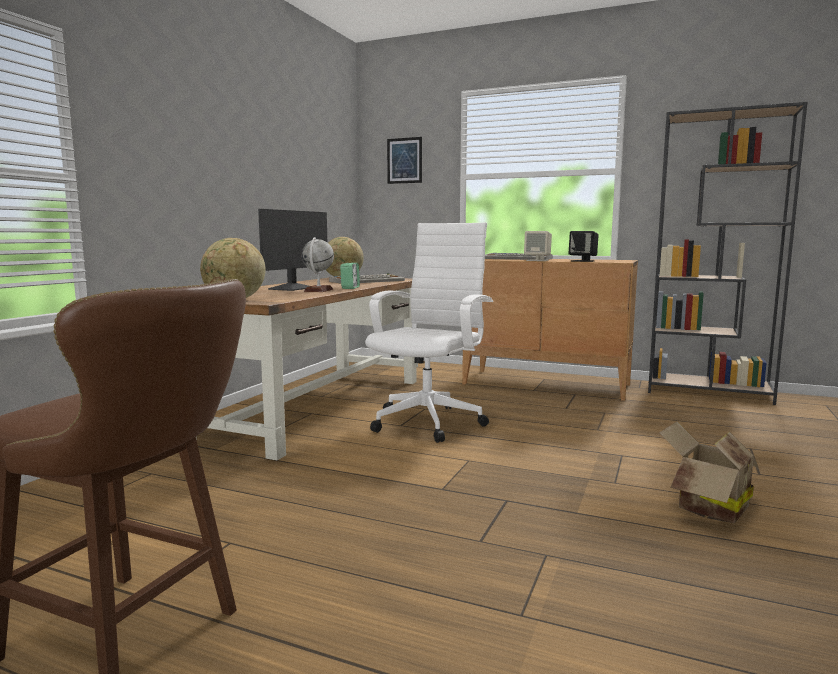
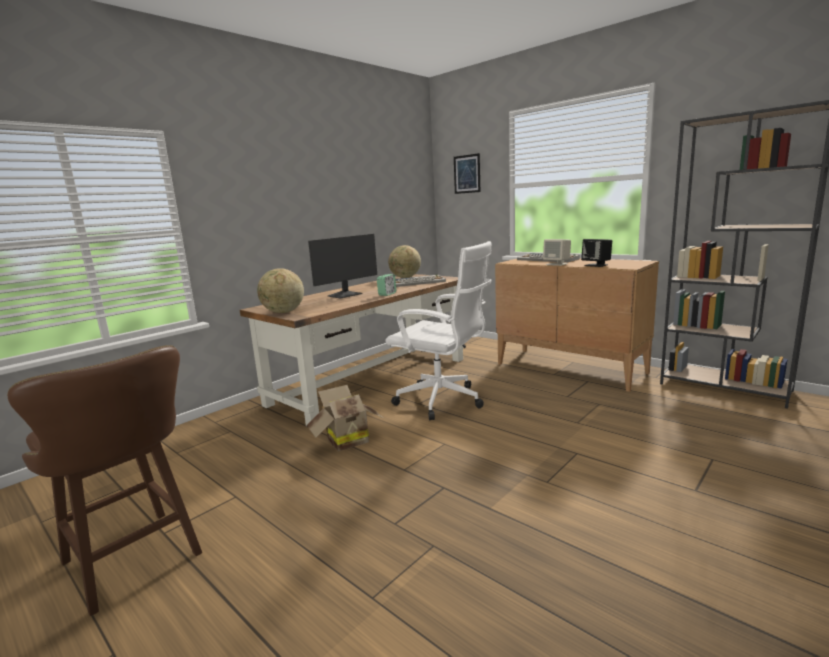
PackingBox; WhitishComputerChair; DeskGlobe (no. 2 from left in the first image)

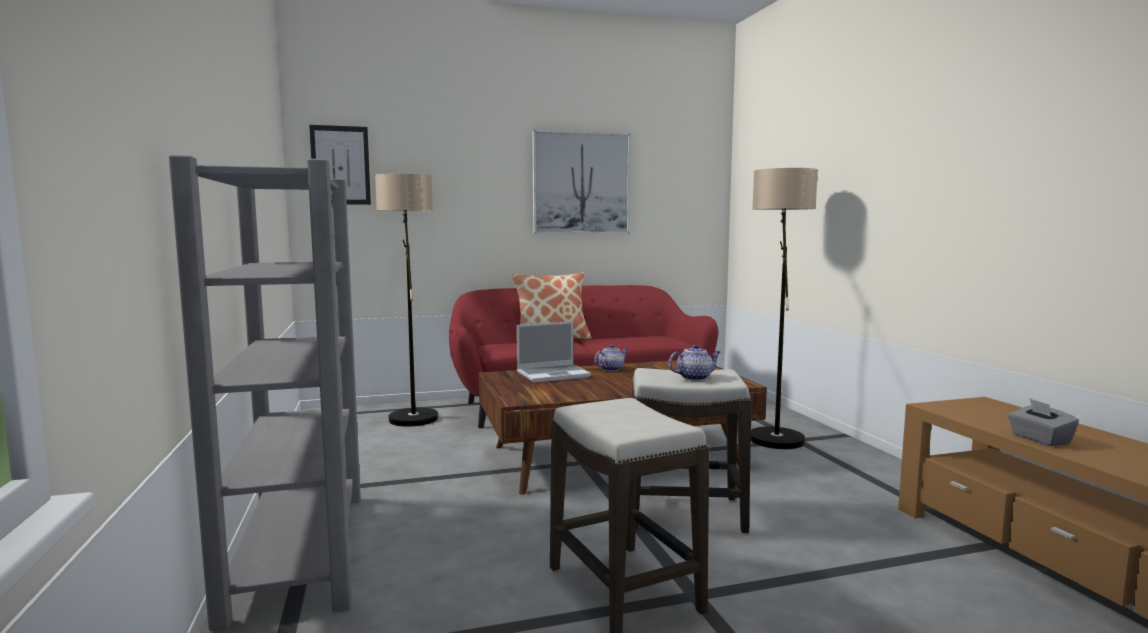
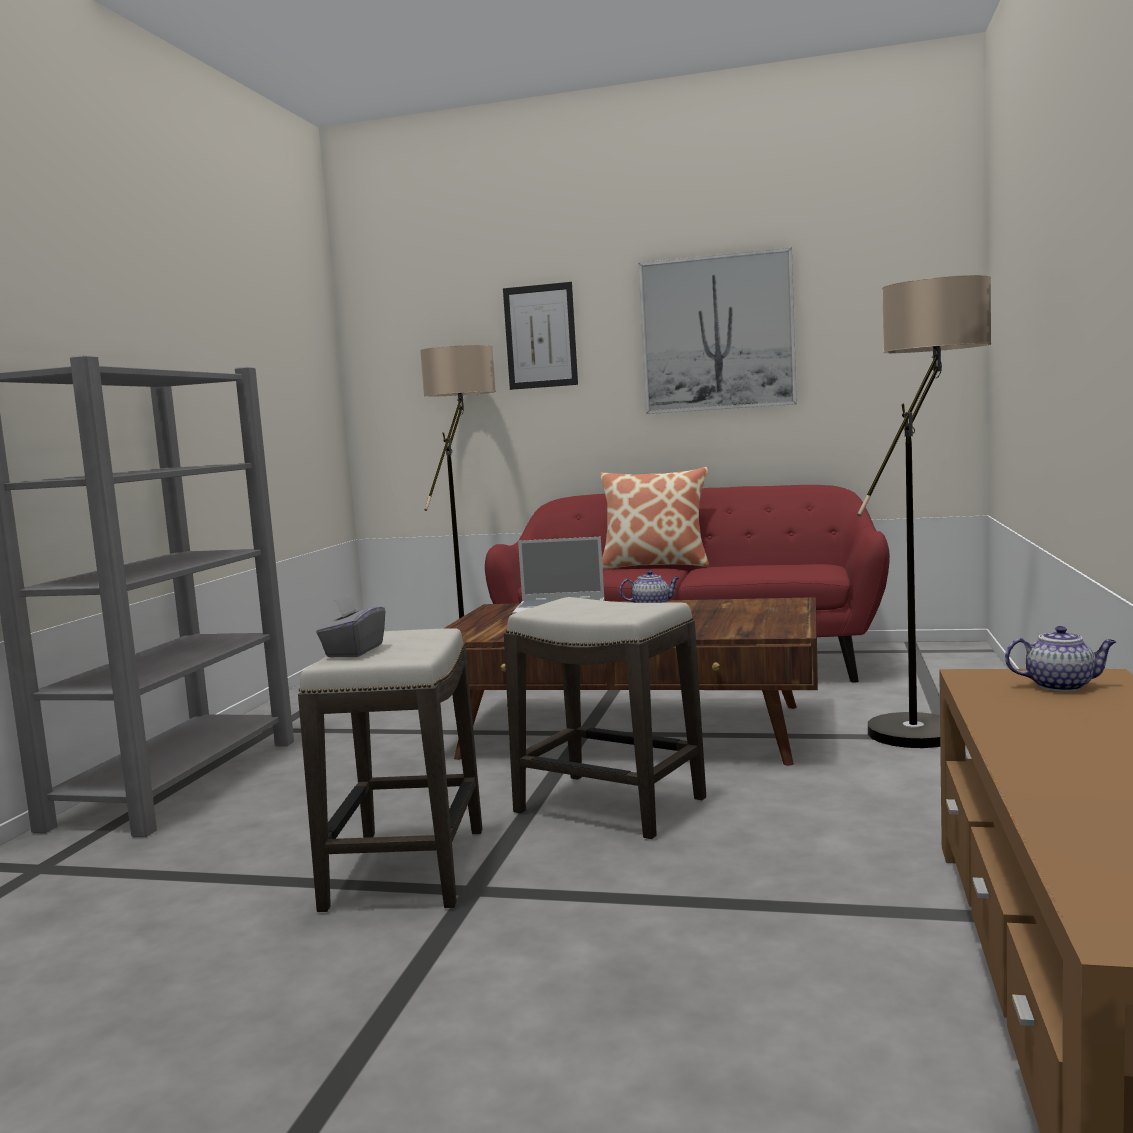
GreyTissueHolder; WallPicture (no. 1 from left); PotForTea (no. 2 from left)

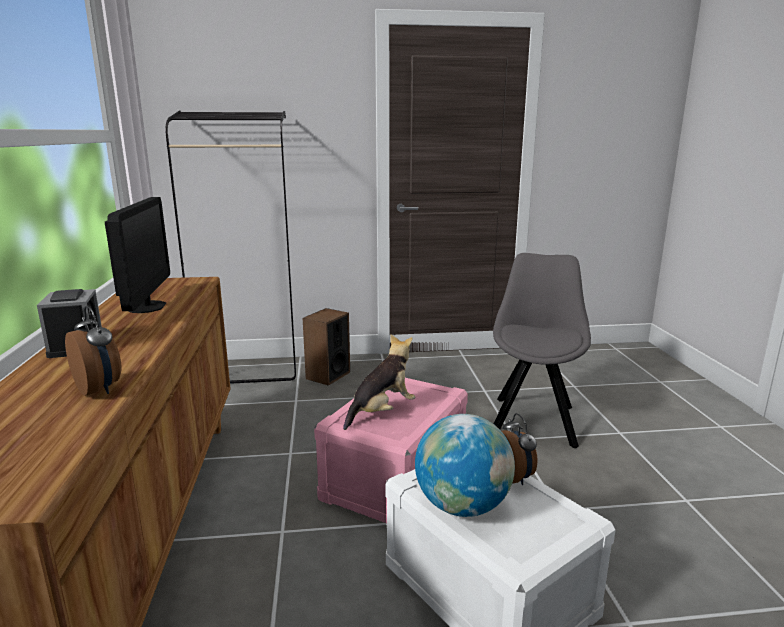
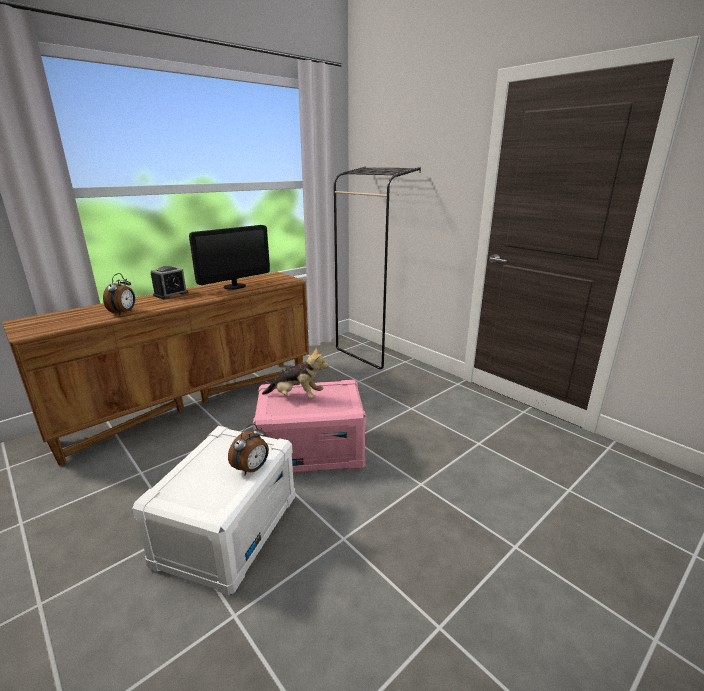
Speaker; DeskGlobe; GreyChair

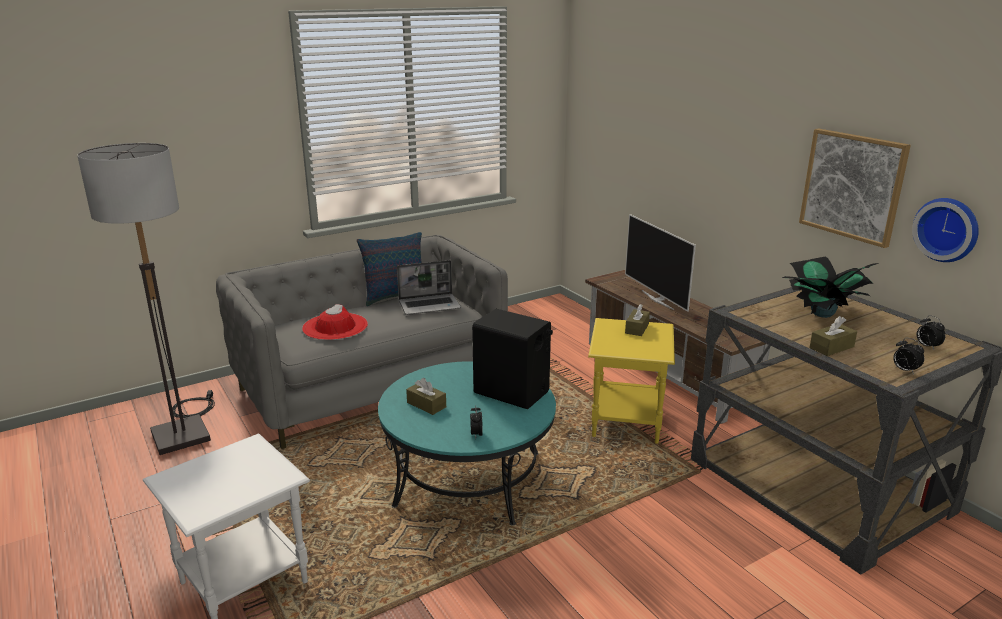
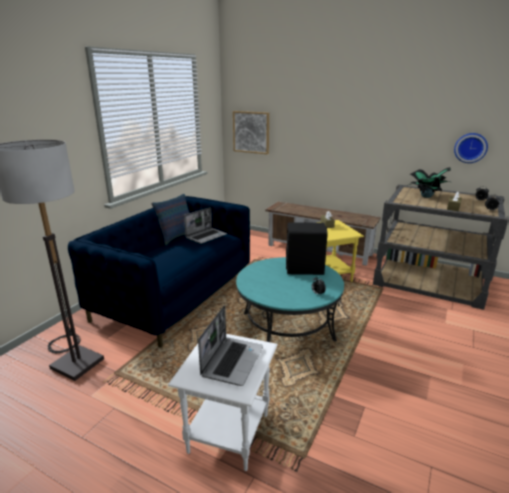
BlueCouch; Laptop (no. 2 from left); WallPicture; ReddishWearableHat; BrownColouredTissueHolder (no. 1 from left in the first image); TvSet

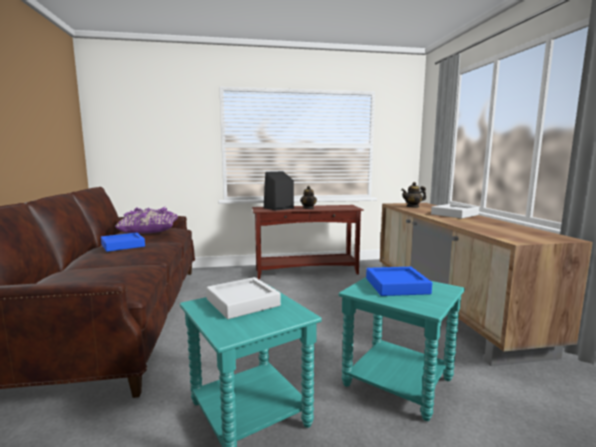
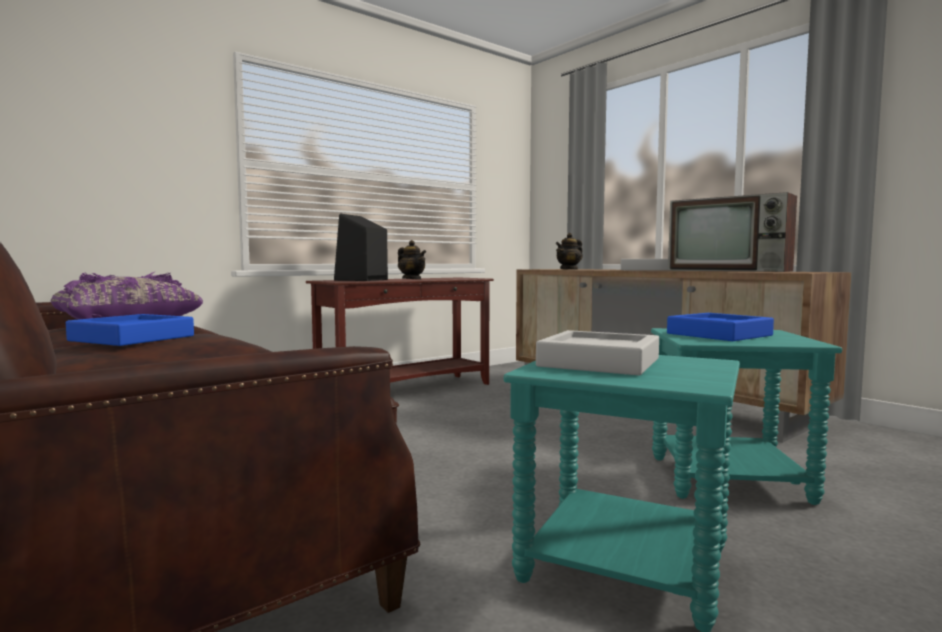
TvSet

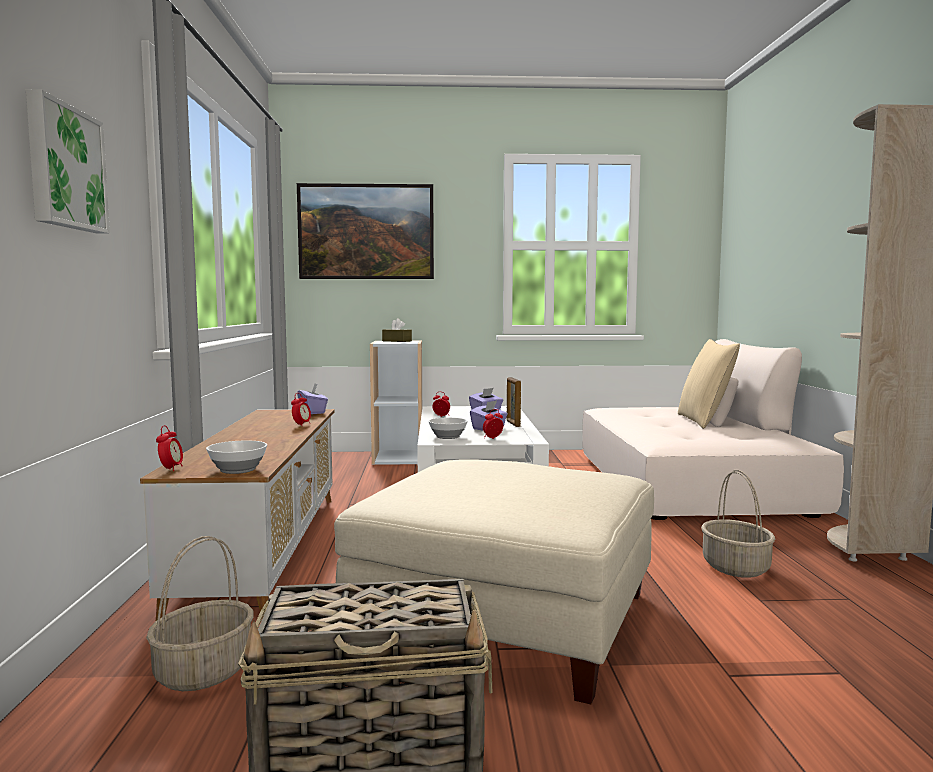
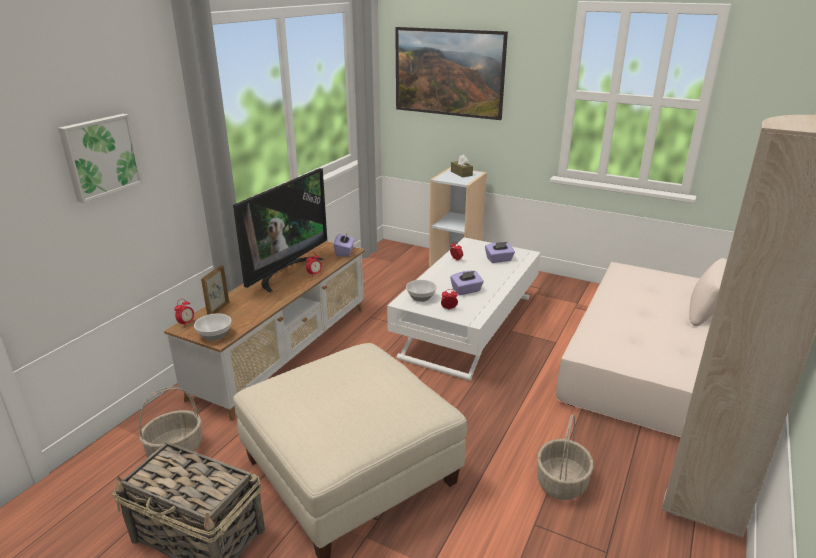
PhotoFrame; TvSet; BeigeCushion

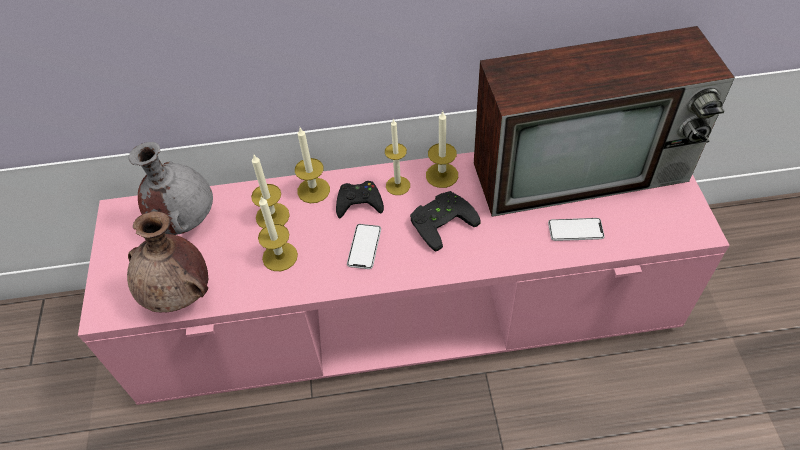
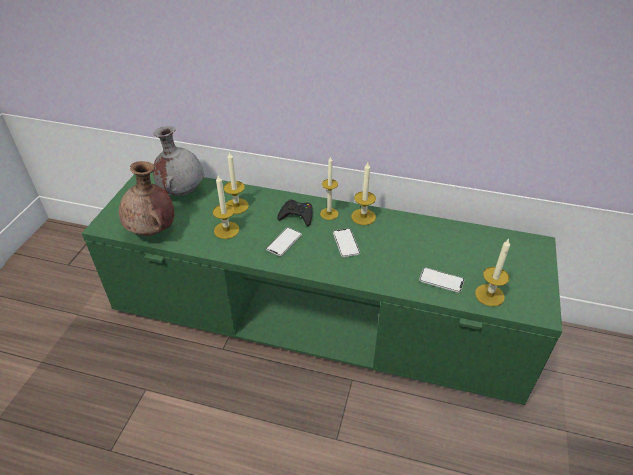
GreenColouredTvStand; Handset (no. 2 from left); Candle (no. 5 from left); TvSet

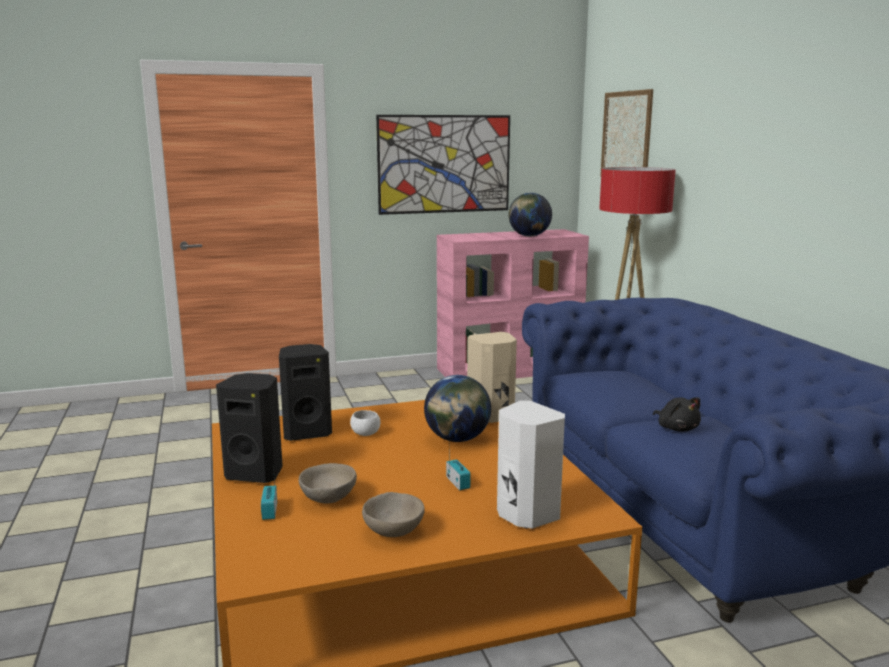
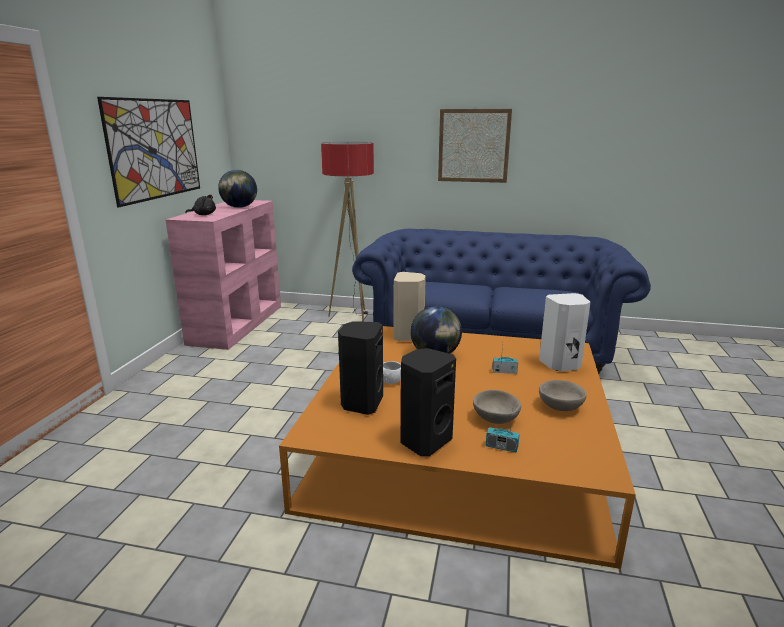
BlackSoftToy; WallPicture (no. 2 from left)

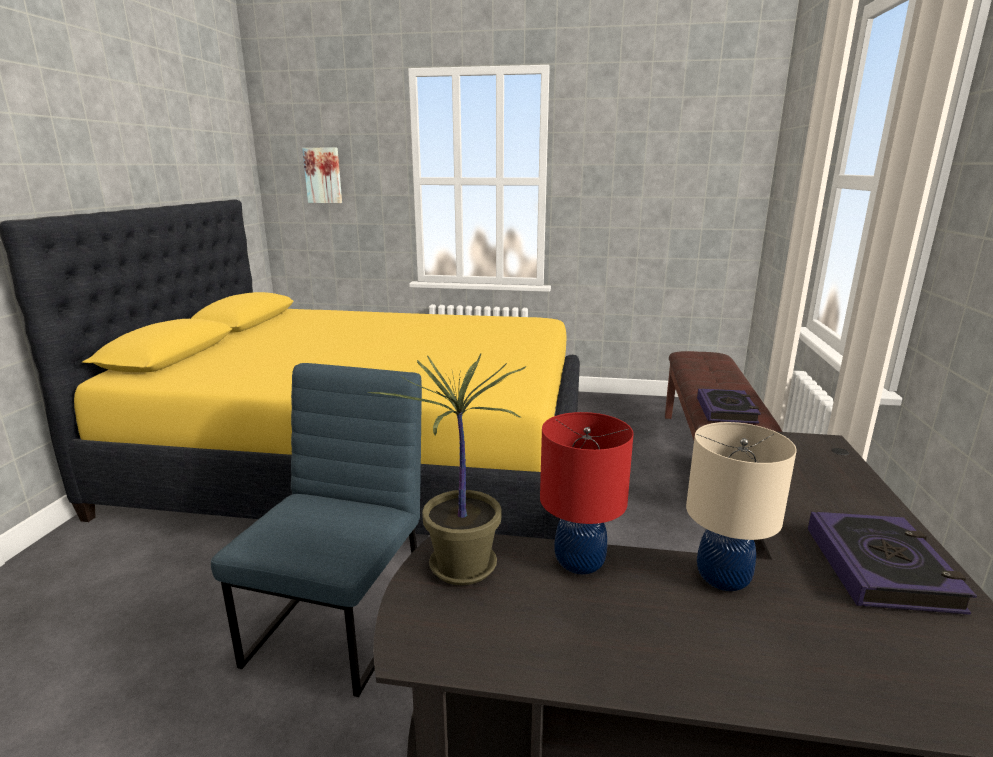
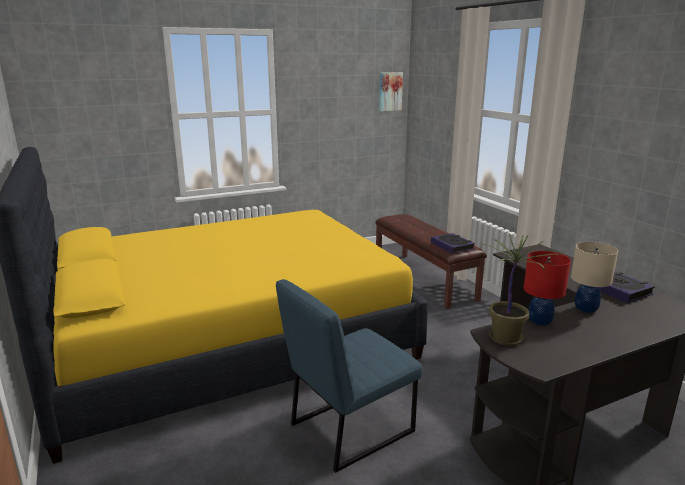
BlueChair; WallPicture

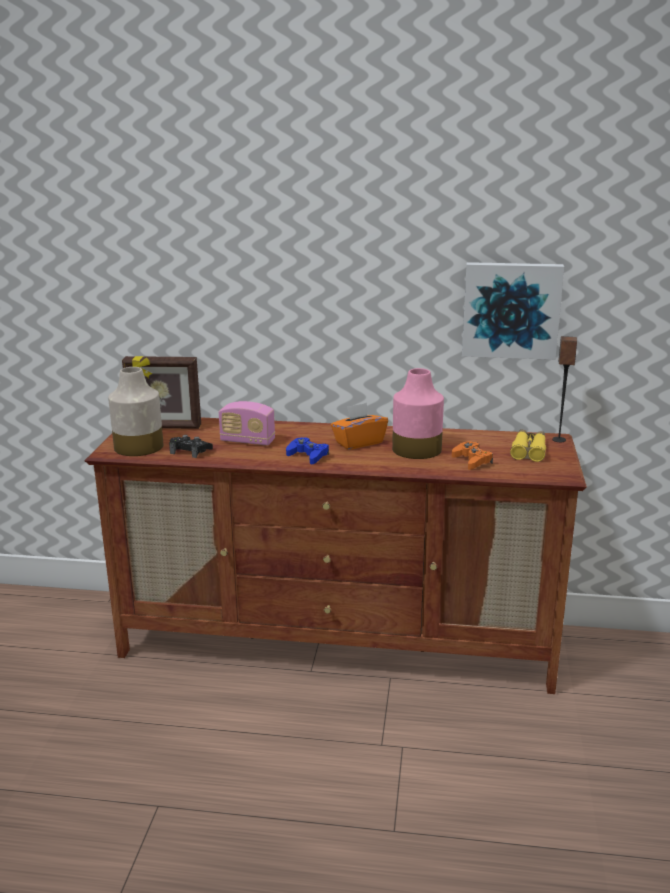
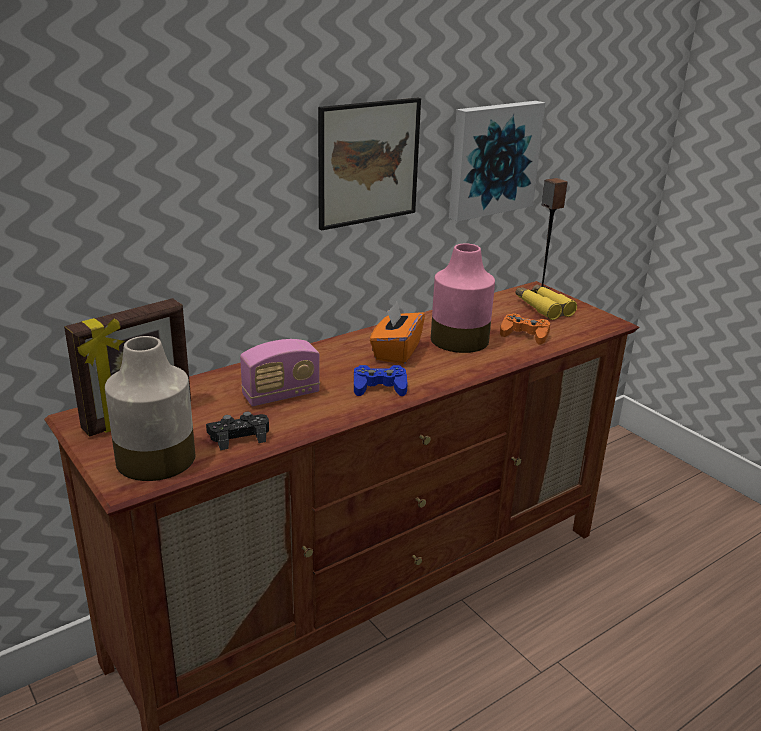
WallPicture (no. 1 from left)

